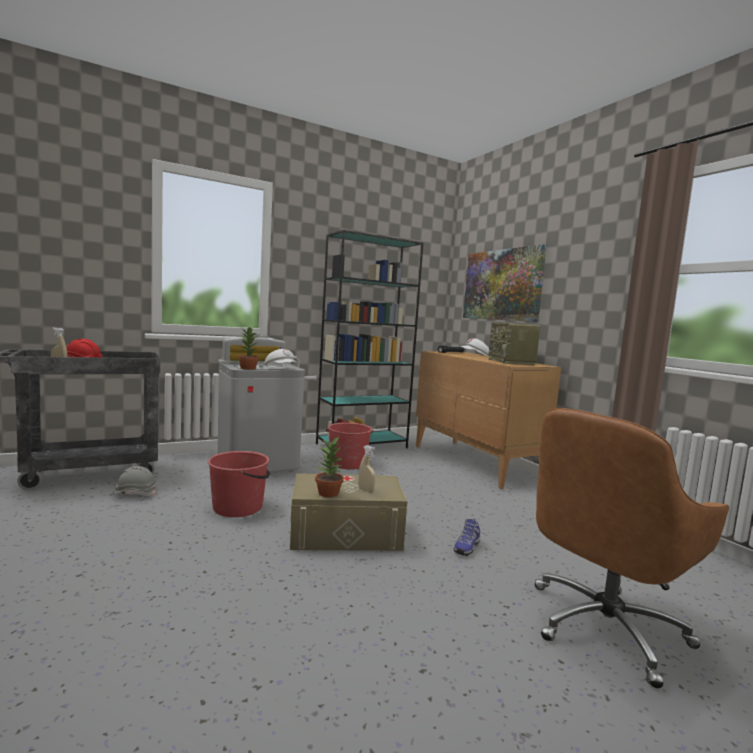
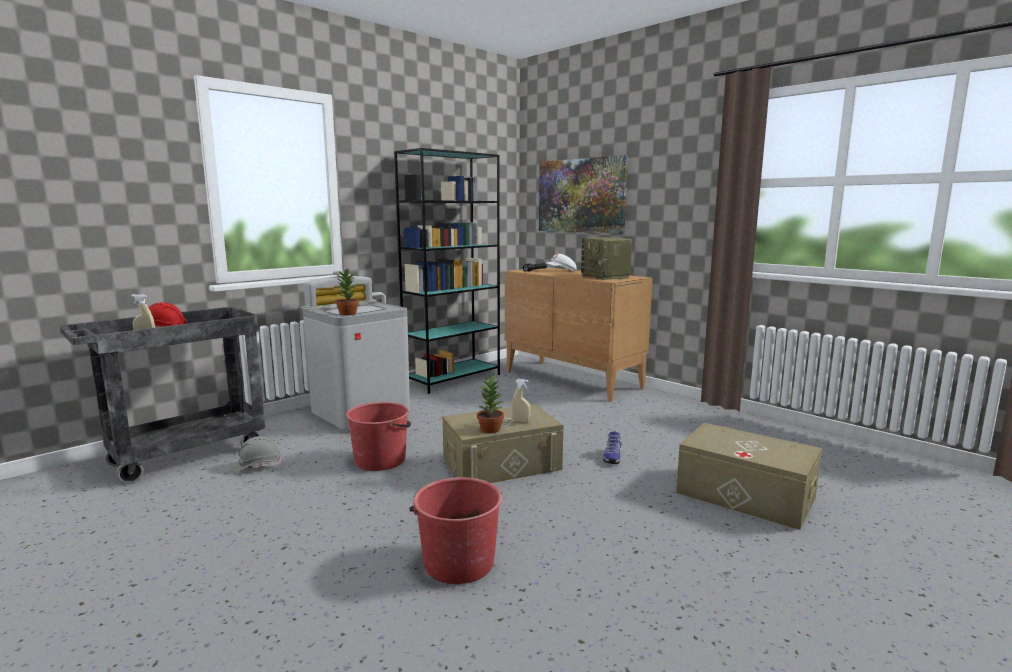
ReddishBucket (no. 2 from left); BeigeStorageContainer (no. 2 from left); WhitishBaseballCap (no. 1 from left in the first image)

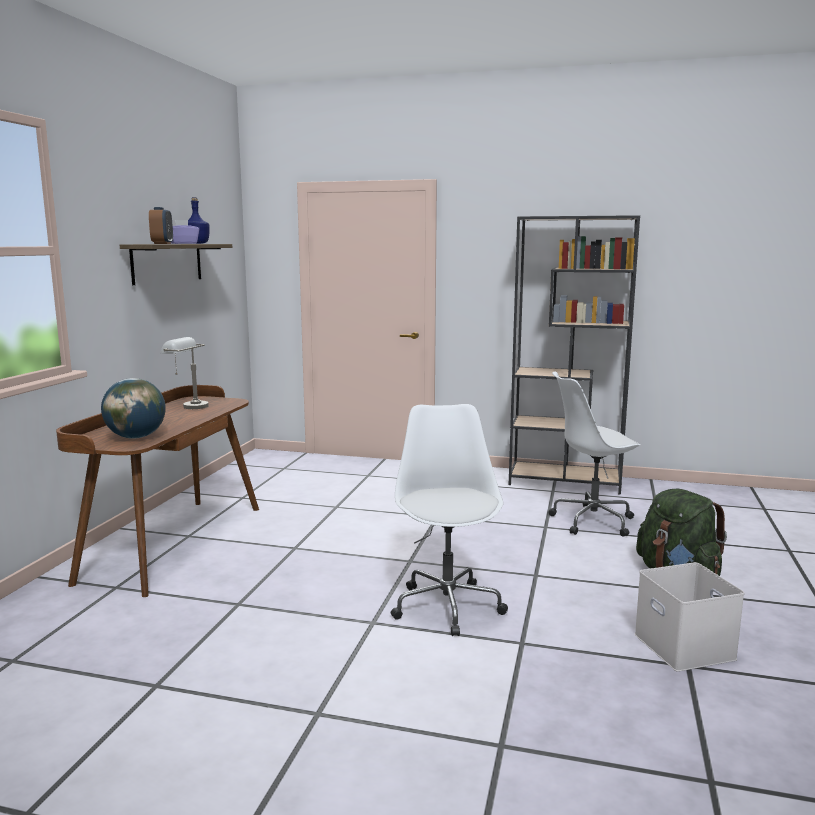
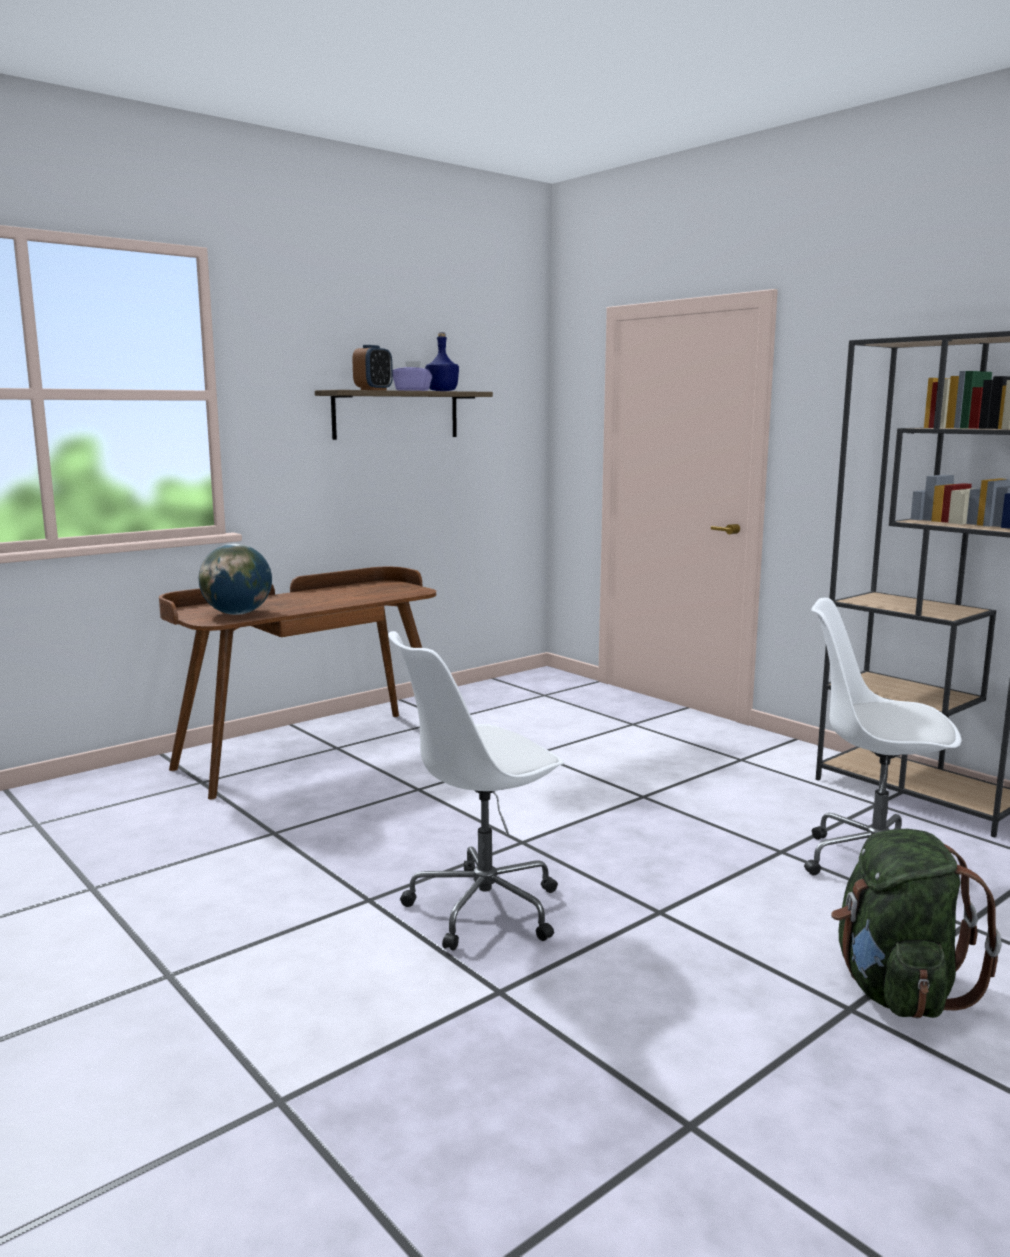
WhitishComputerChair (no. 1 from left); GreyTableLamp; WhitishStorageContainer

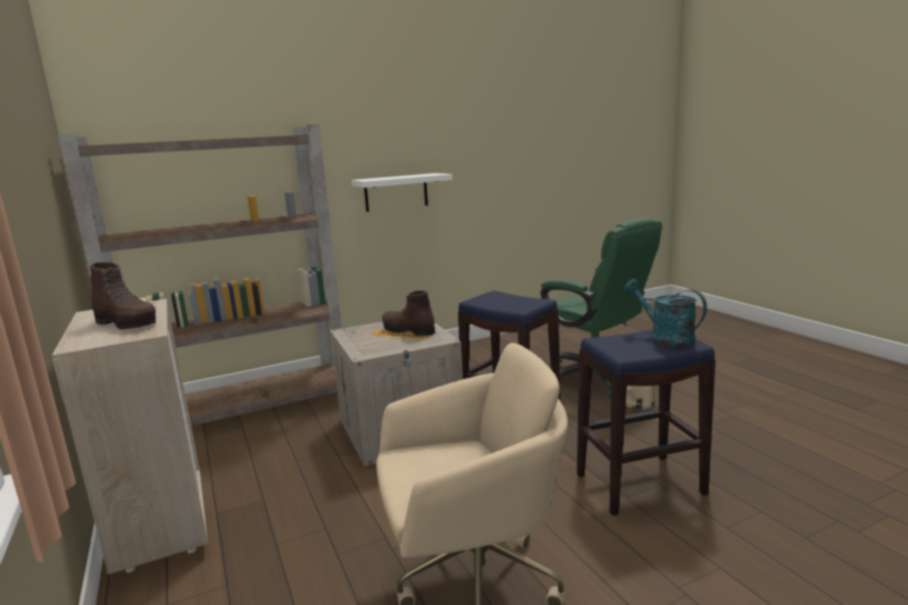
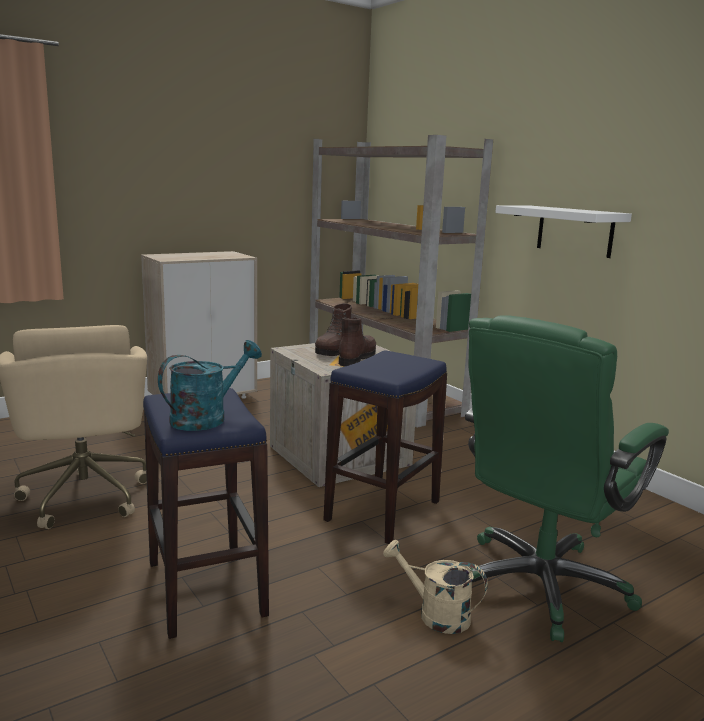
BrownColouredHighTopBoot (no. 1 from left)

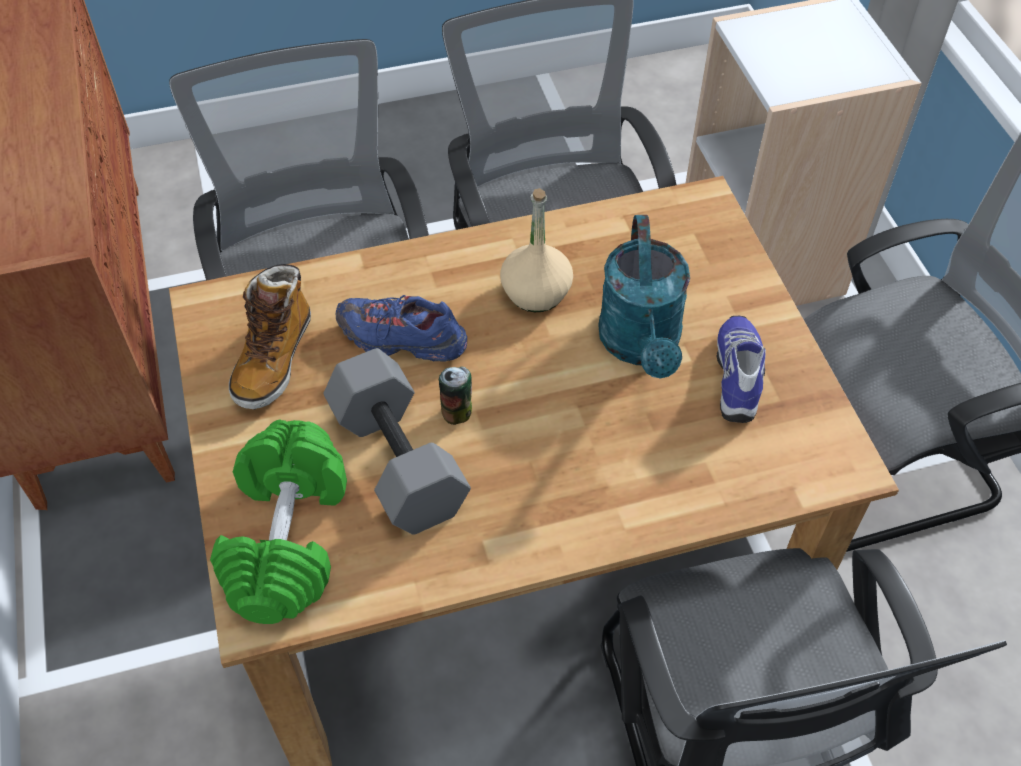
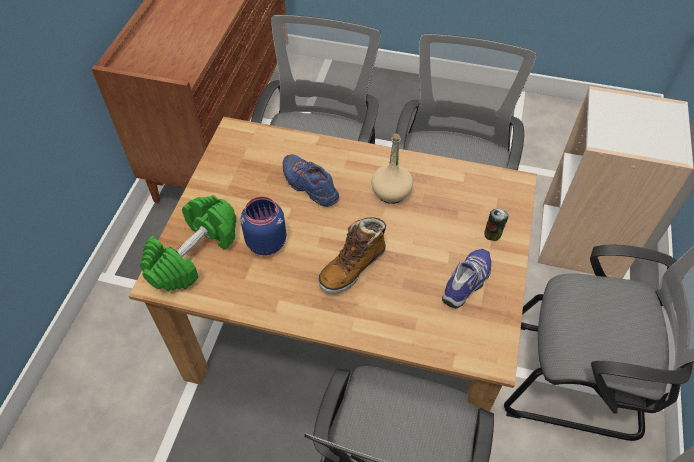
BlueStorageJar; HighTopBoot; Can; TurquoiseWateringCan

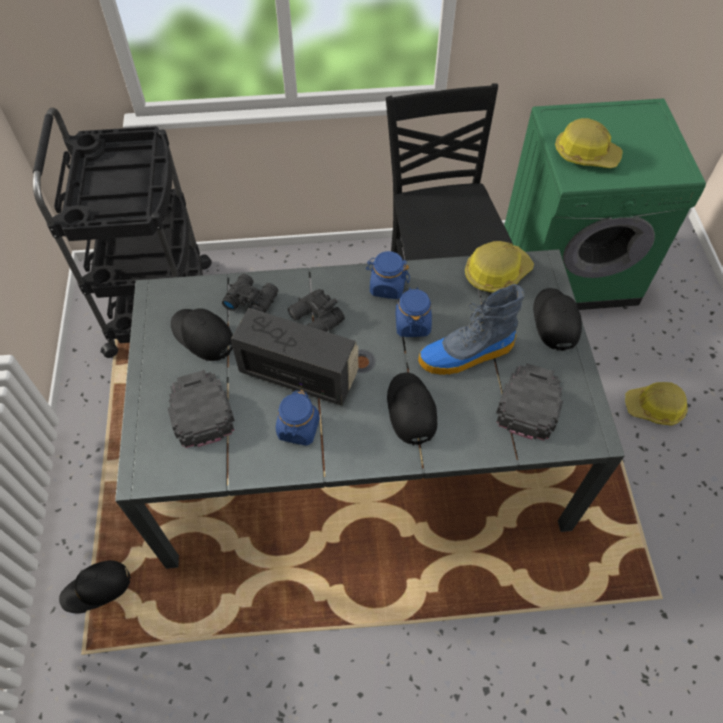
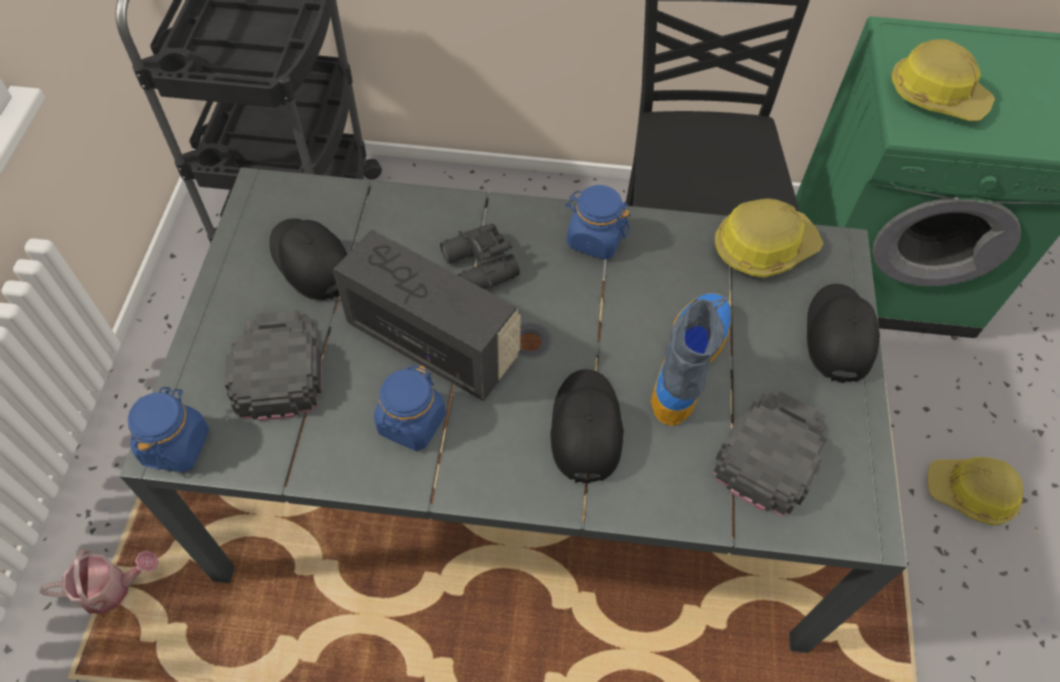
WateringCan; BlueStorageJar (no. 1 from left); HighTopBoot; BlackFieldGlasses (no. 1 from left in the first image)

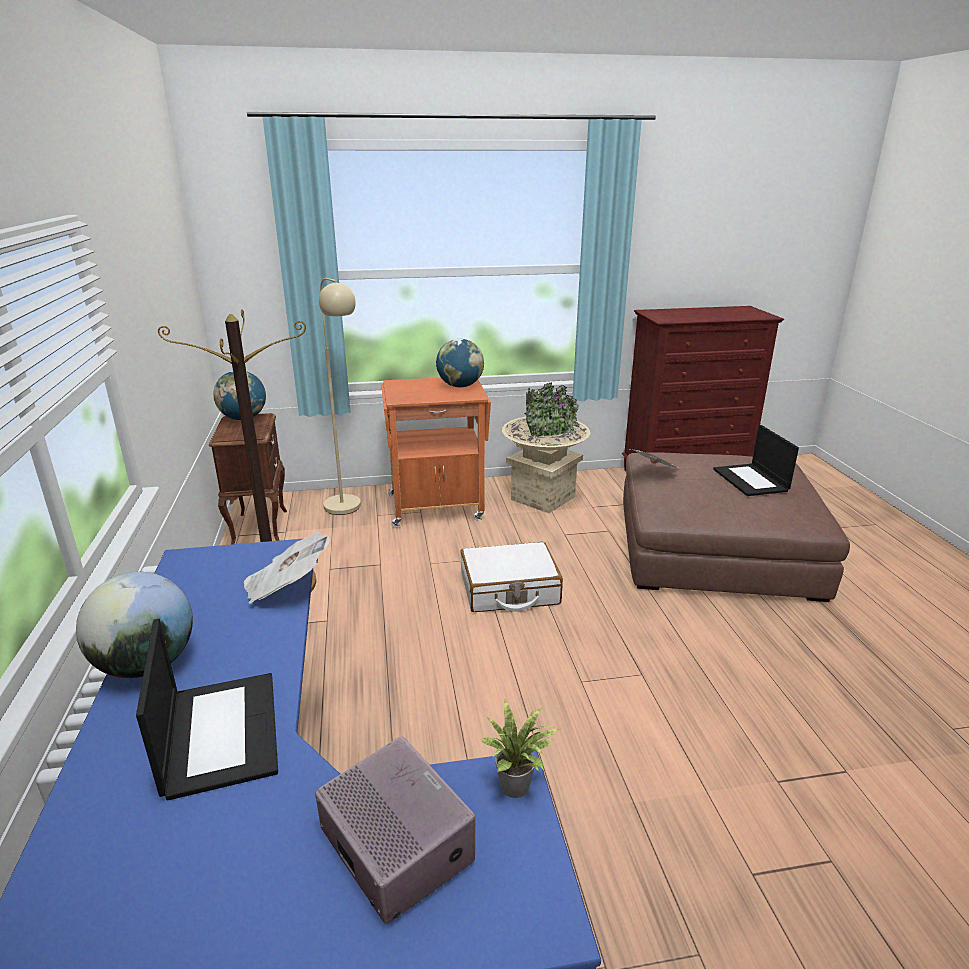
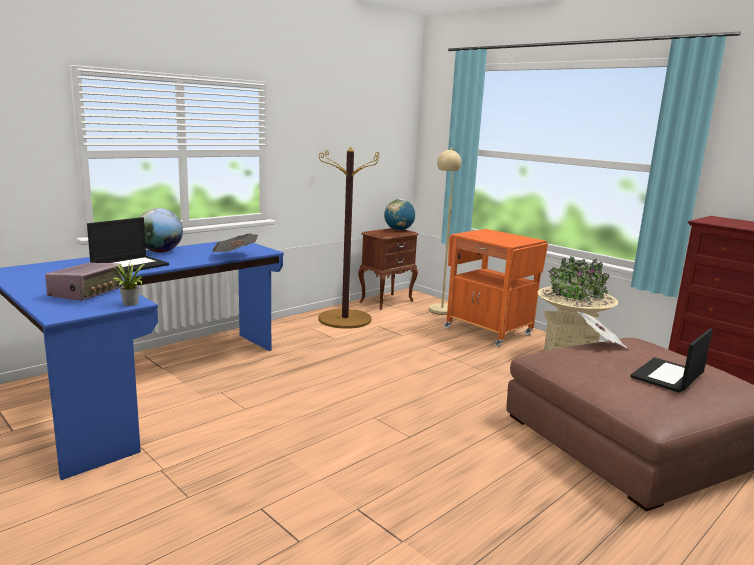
DeskGlobe (no. 3 from left in the first image); WhitishTravelCase

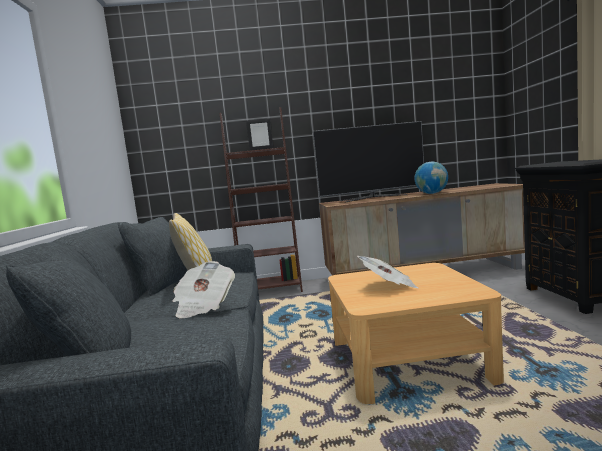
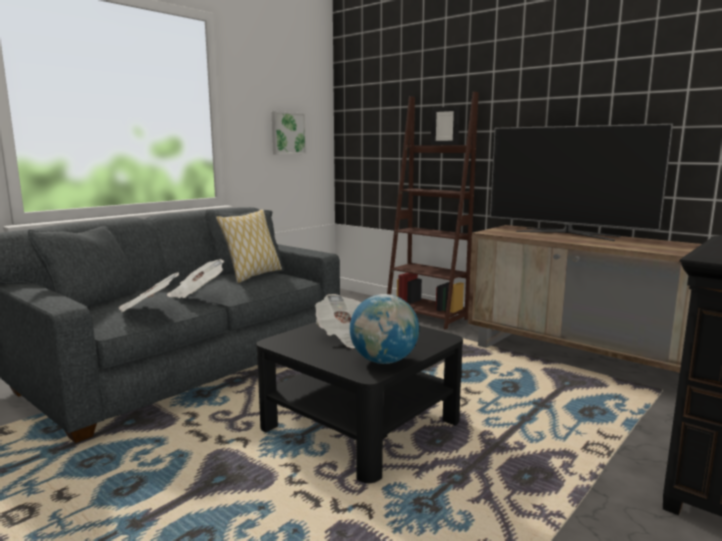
Newspaper (no. 1 from left); BlackLowTable; WallPicture; DeskGlobe

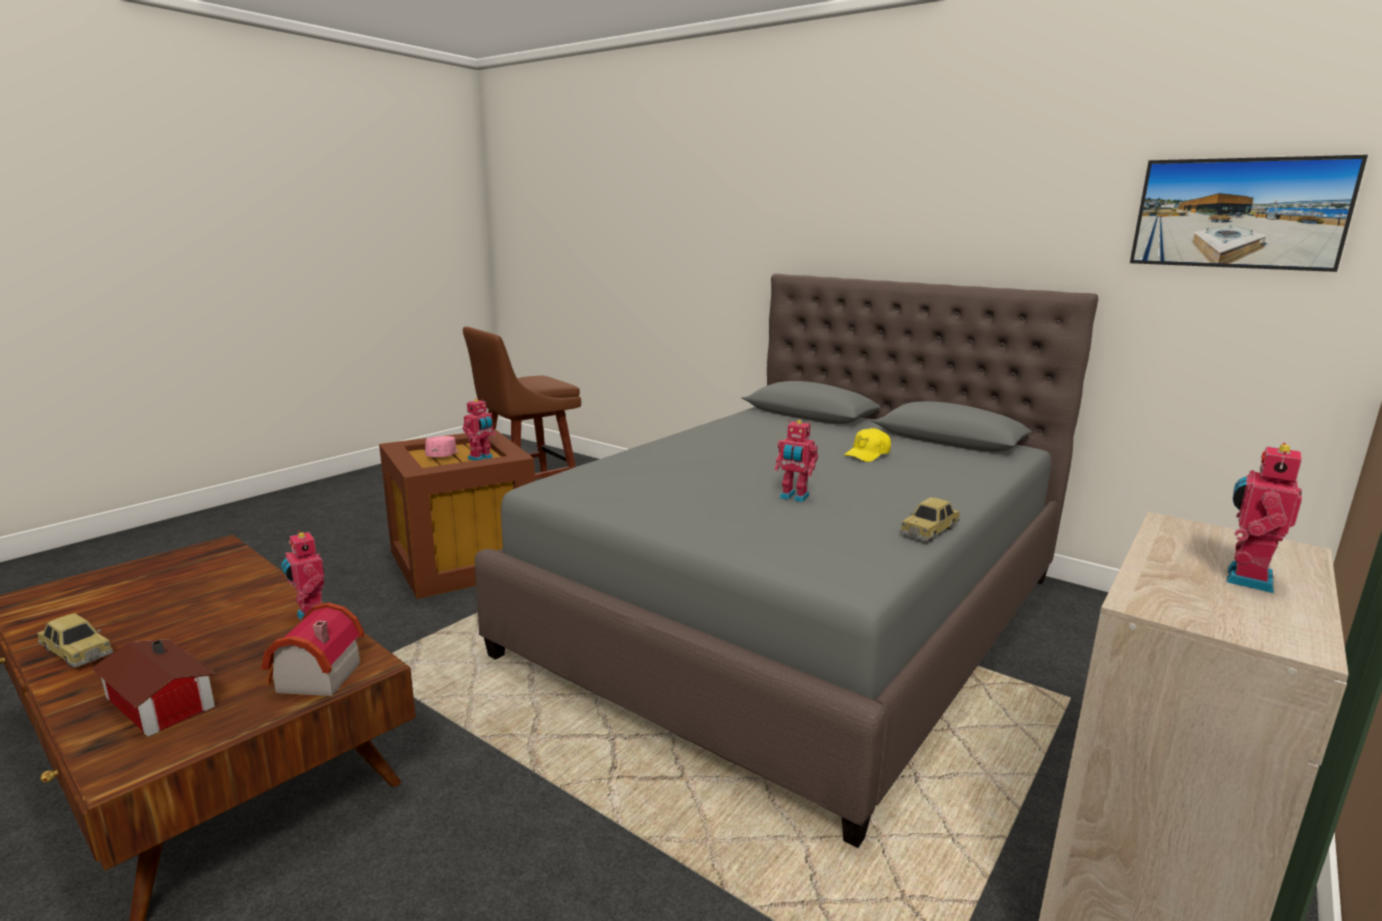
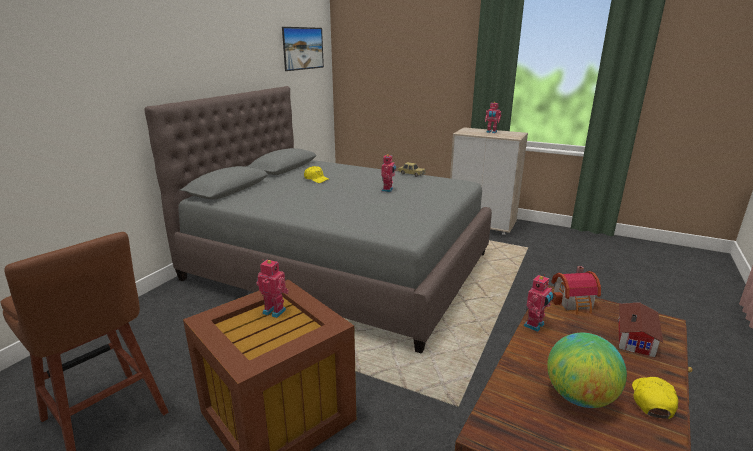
DeskGlobe; YellowishBaseballCap (no. 2 from left); PinkColouredBaseballCap

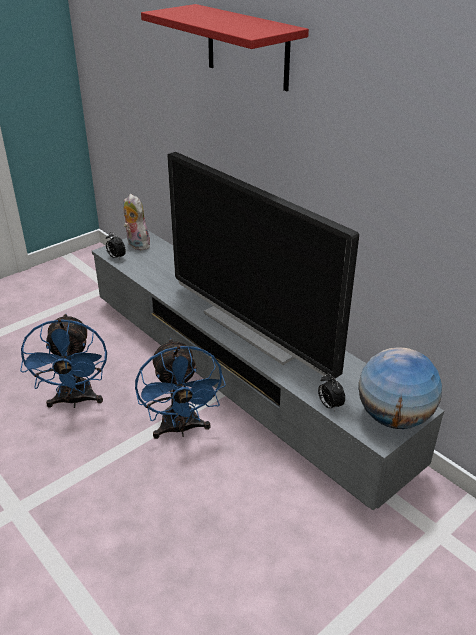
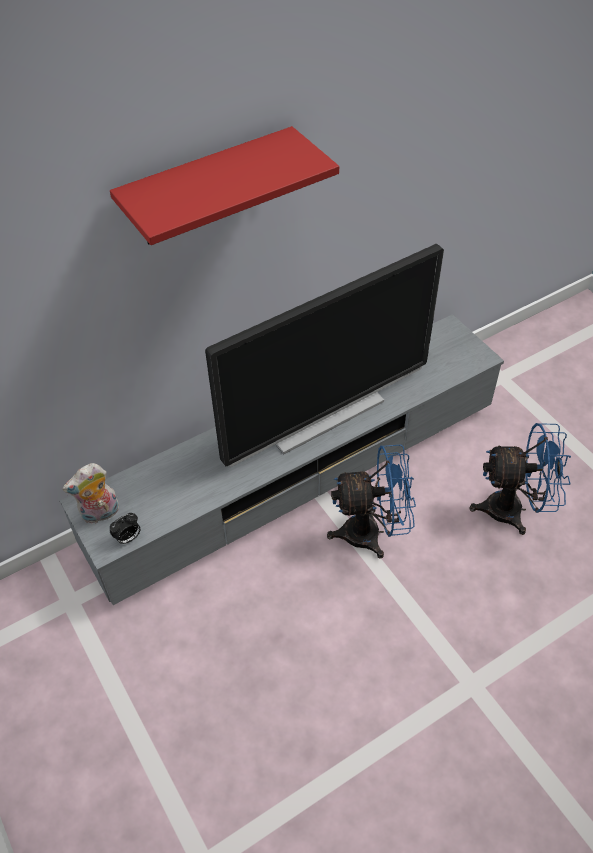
BlueFan (no. 2 from left); BedsideClock (no. 2 from left in the first image); DeskGlobe

